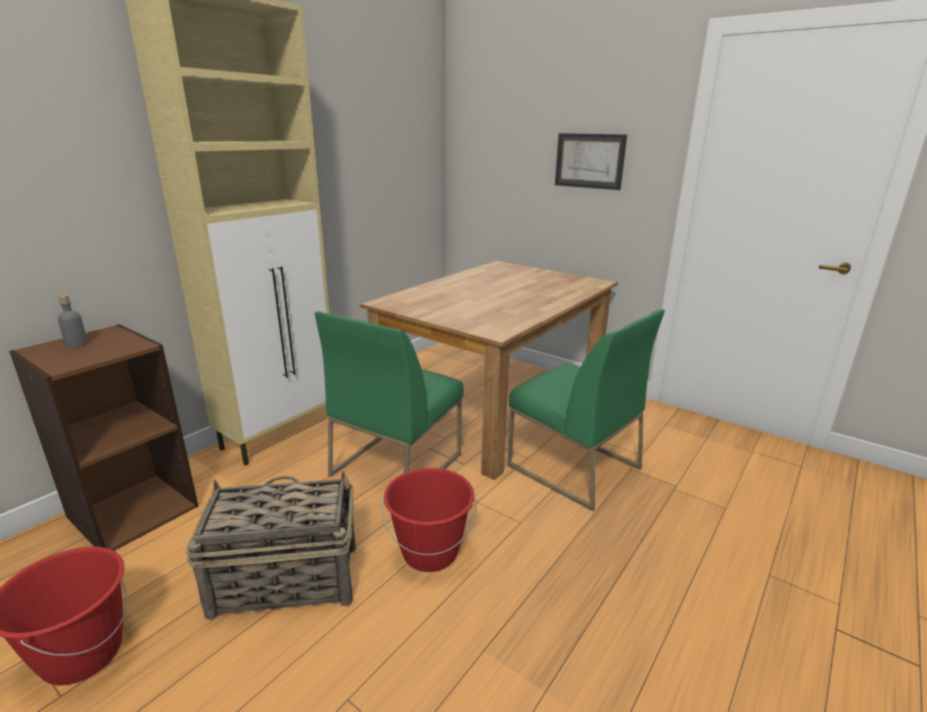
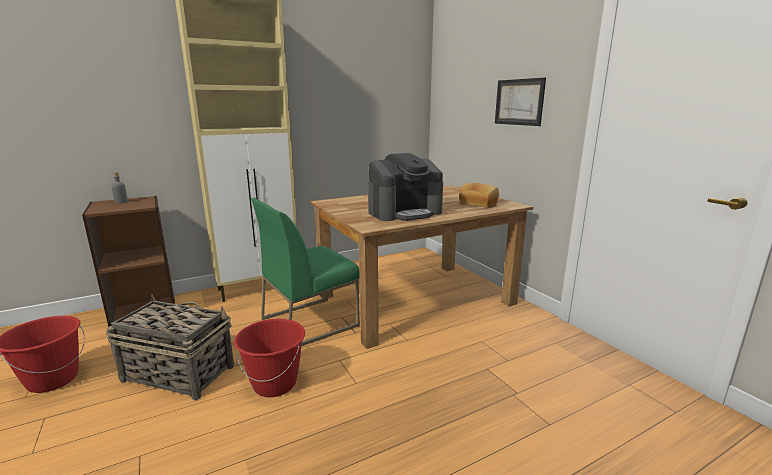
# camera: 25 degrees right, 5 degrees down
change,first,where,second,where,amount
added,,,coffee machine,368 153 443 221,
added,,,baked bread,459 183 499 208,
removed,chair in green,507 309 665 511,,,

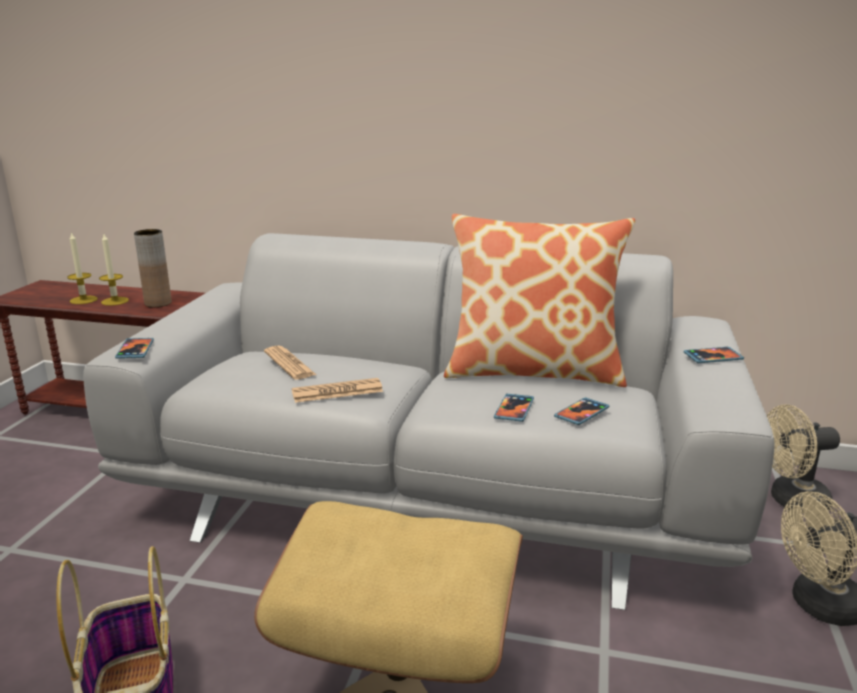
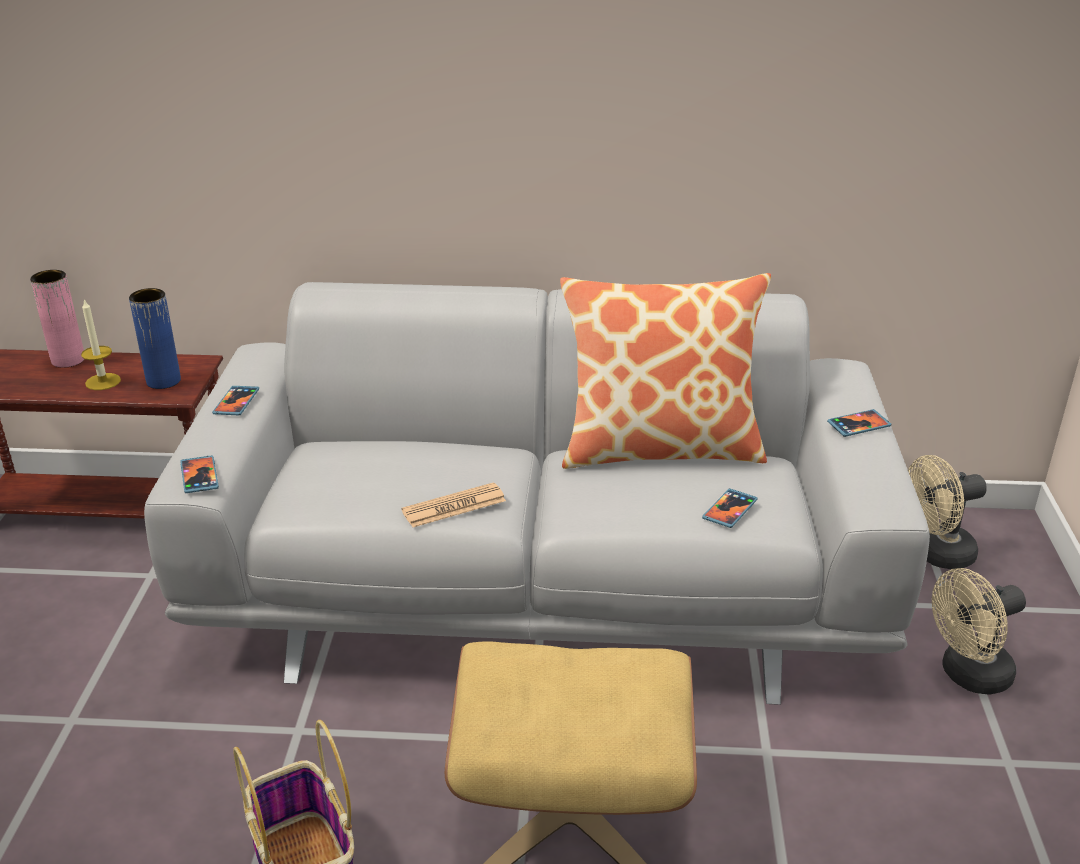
# camera: 10 degrees left, 10 degrees up
change,first,where,second,where,amount
added,,,decorative vase in pink,30 270 85 368,
recoloured,decorative vase in brown,134 229 172 307,decorative vase in blue-coloured,129 288 181 389,
moved,telephone,494 394 534 422,,212 386 259 415,
removed,candle,67 232 98 304,,,
removed,printed paper,264 346 316 380,,,

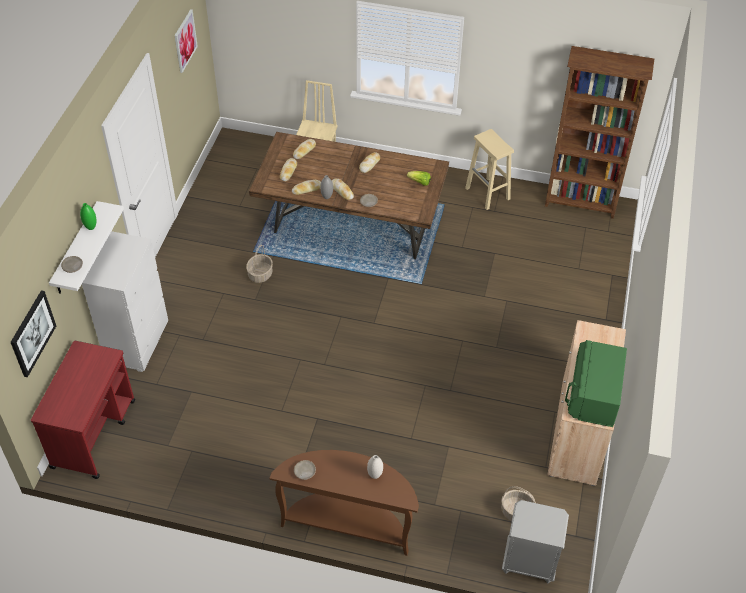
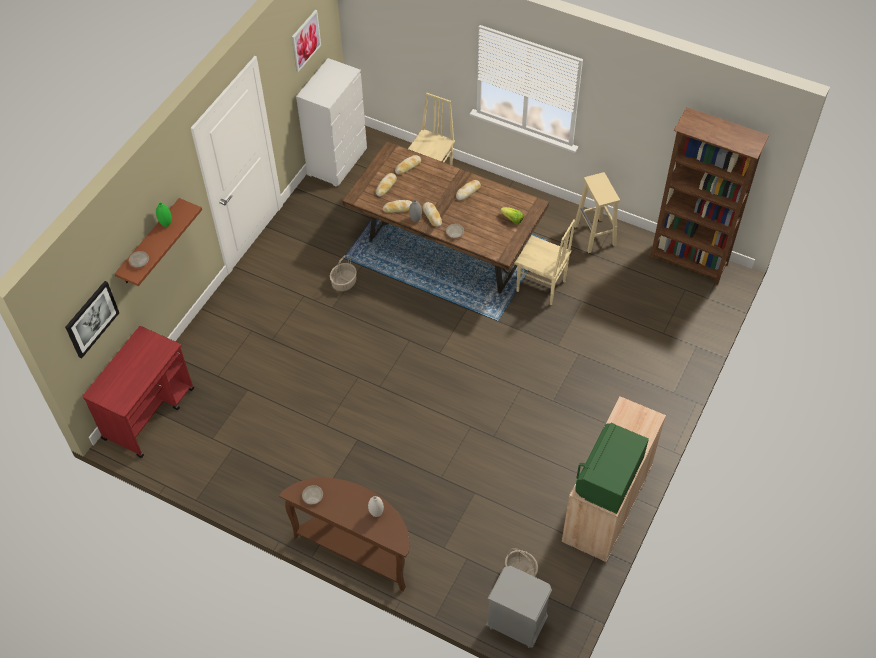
# camera: 15 degrees right, 5 degrees up
change,first,where,second,where,amount
recoloured,wall shelf in white-coloured,49 201 124 294,wall shelf in brown,114 198 202 286,
moved,dresser in white-coloured,82 231 168 372,,296 58 367 187,
added,,,chair in beige,514 219 575 305,

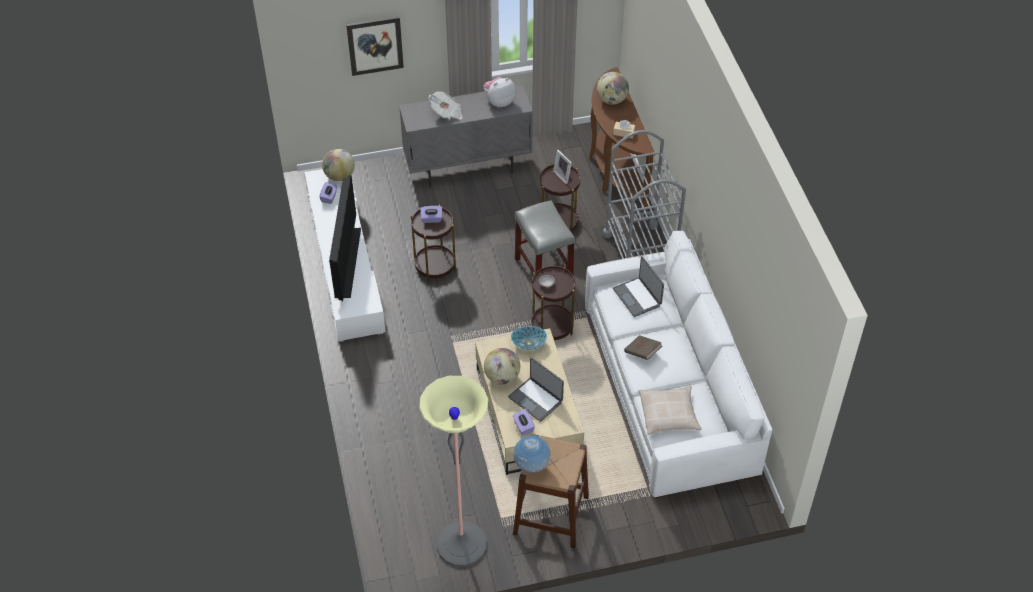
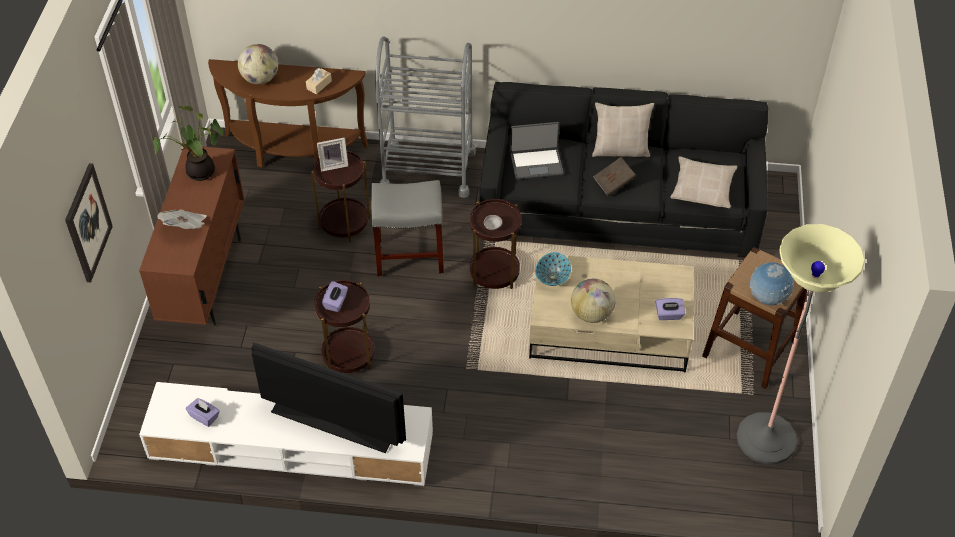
# camera: 70 degrees left, 0 degrees up
change,first,where,second,where,amount
recoloured,cupboard in greyish,399 85 533 188,cupboard in brown,139 145 244 326,
replaced,plush toy,484 77 516 108,houseplant,154 106 224 181,
recoloured,settee in white-coloured,585 231 773 498,settee in black-coloured,479 82 768 258,
added,,,cushion in beige,592 102 654 157,
removed,desk globe,322 149 355 181,,,
removed,notebook computer,508 357 564 422,,,

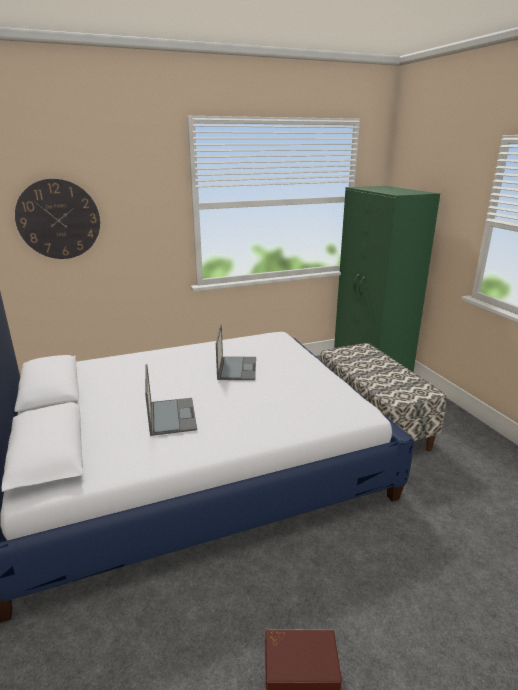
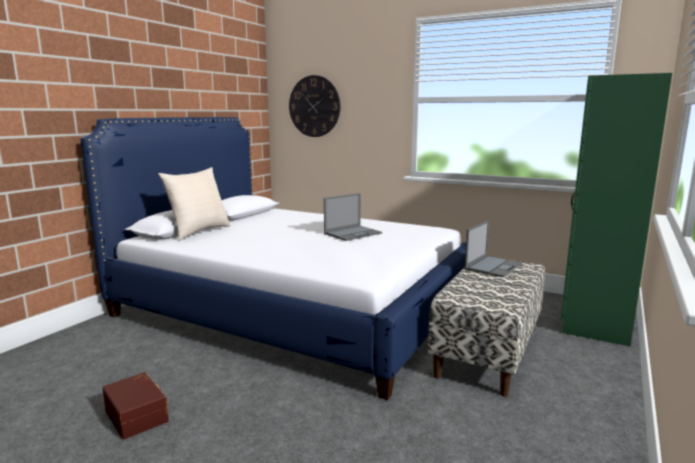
# camera: 50 degrees right, 10 degrees down
change,first,where,second,where,amount
added,,,cushion in beige,158 167 231 240,
moved,notebook computer,145 364 197 436,,465 220 522 277,

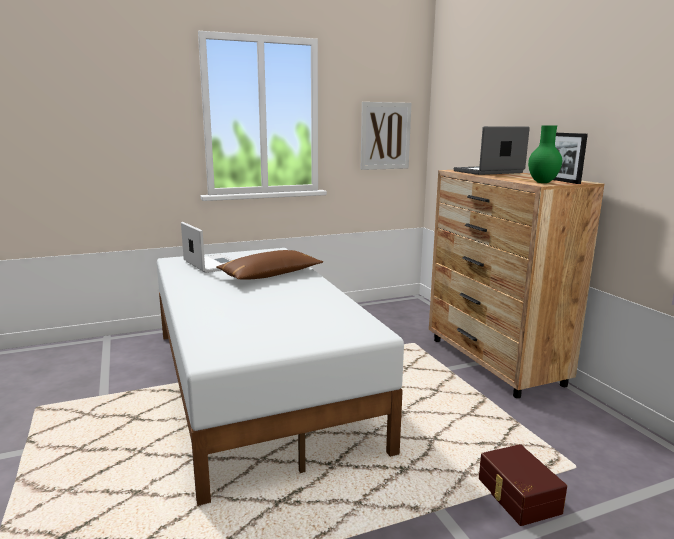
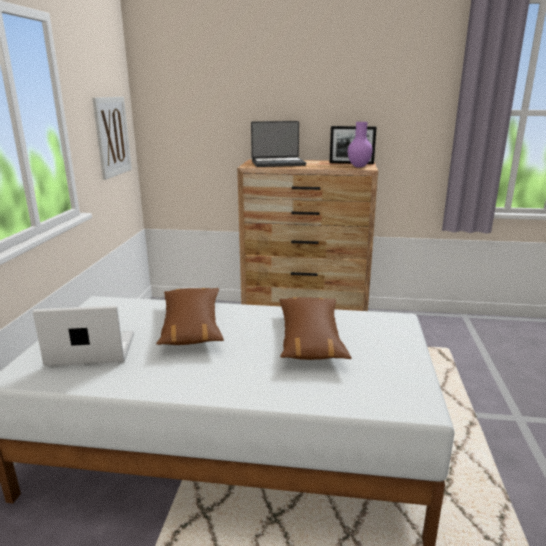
# camera: 60 degrees left, 5 degrees up
change,first,where,second,where,amount
turned,notebook computer,454 126 530 175,,251 121 306 167,105 degrees counterclockwise
added,,,cushion in brown,279 297 351 360,
recoloured,decorative vase in green,528 125 562 183,decorative vase in purple,348 122 373 168,
removed,storage container in brown,479 444 567 526,,,

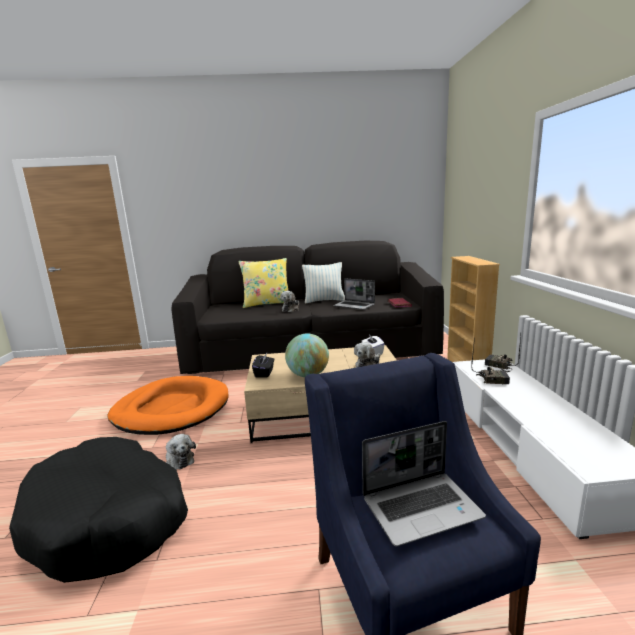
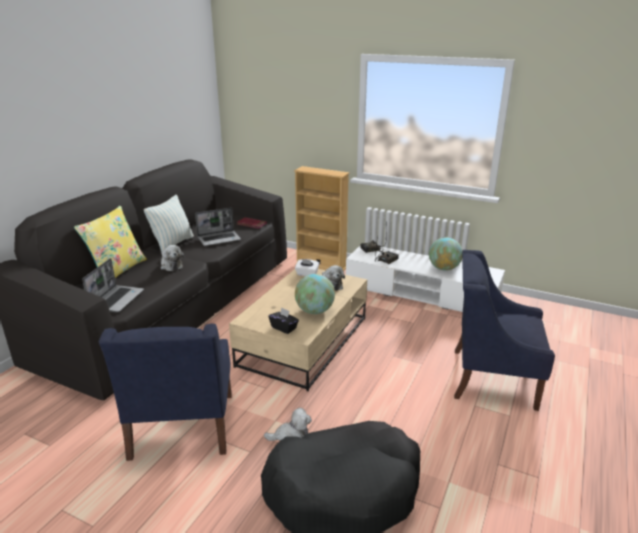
# camera: 60 degrees left, 10 degrees up
change,first,where,second,where,amount
moved,notebook computer,362 421 486 547,,82 258 144 312,
replaced,dog bed in orangey,107 376 228 435,armchair in blue-coloured,99 324 232 461,
added,,,desk globe,429 237 463 271,

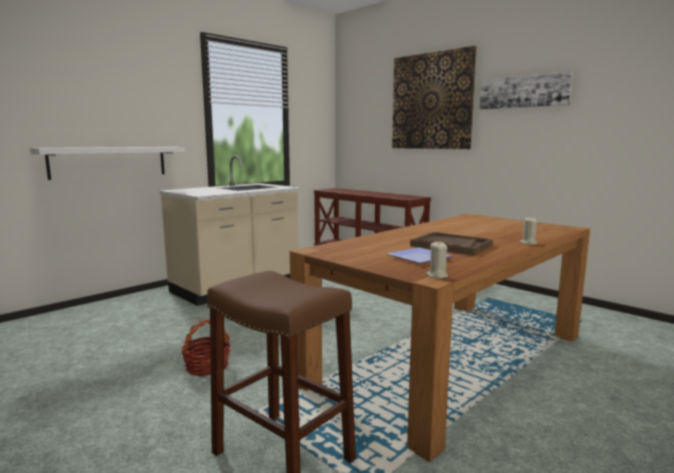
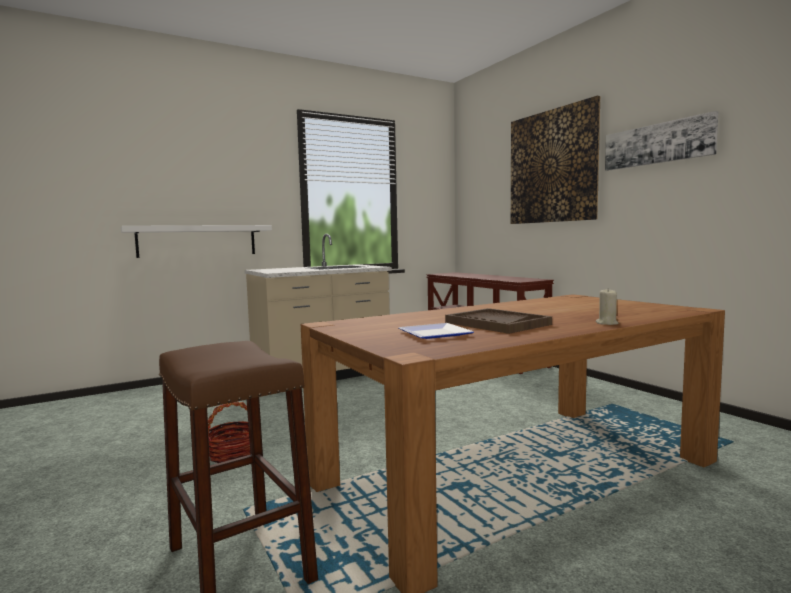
# camera: 15 degrees right, 5 degrees down
change,first,where,second,where,amount
removed,candle in beige,426 242 448 279,,,

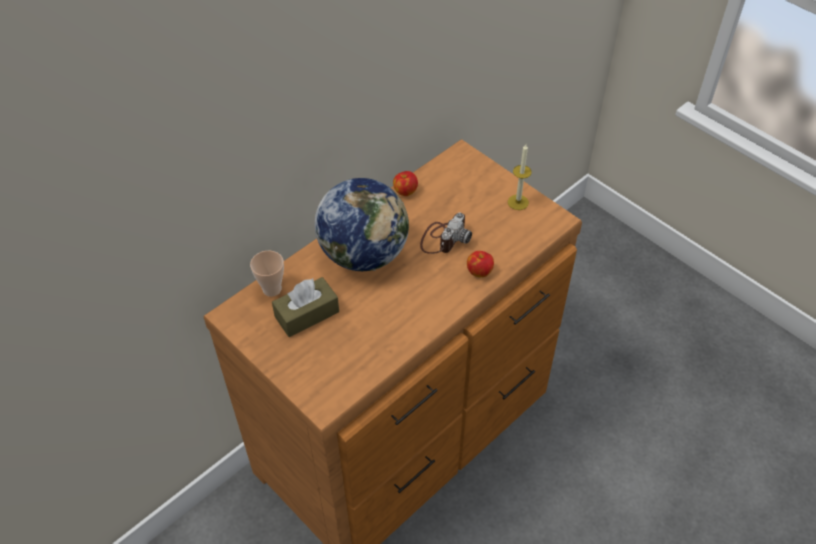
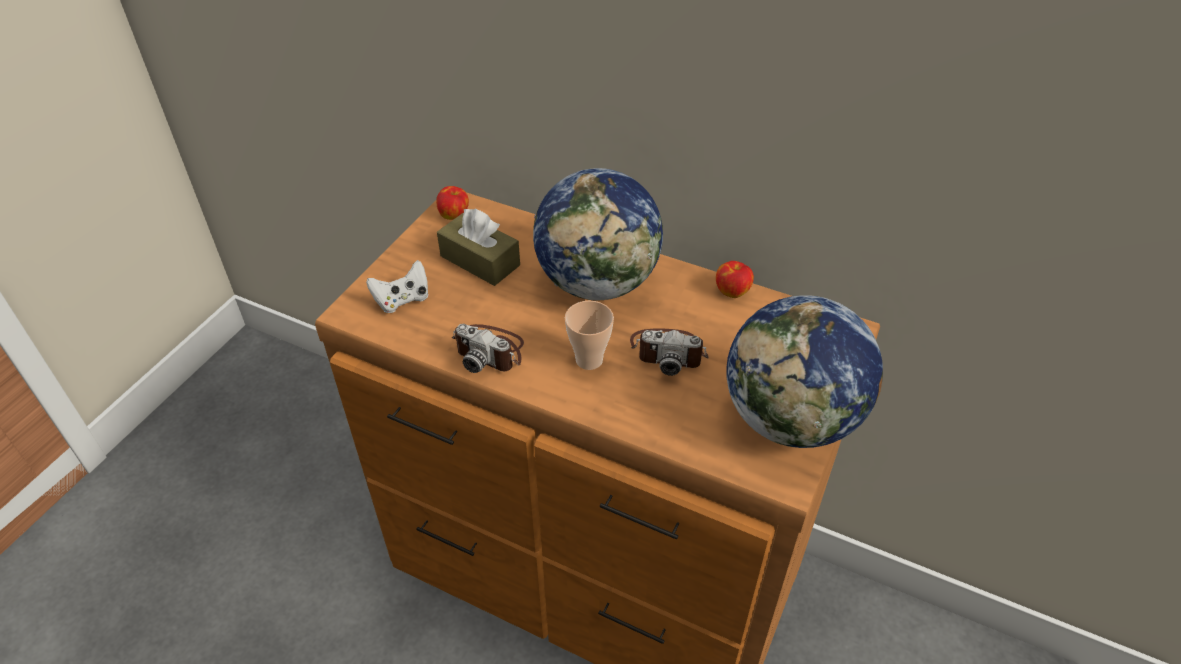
# camera: 70 degrees right, 5 degrees down
change,first,where,second,where,amount
added,,,gamepad in white-coloured,366 260 428 313,
moved,apple,467 251 494 278,,436 186 469 220,
added,,,photo camera,451 324 524 373,
moved,small cup,250 251 284 297,,565 301 614 370,
replaced,candle,508 144 532 210,desk globe,726 295 883 448,

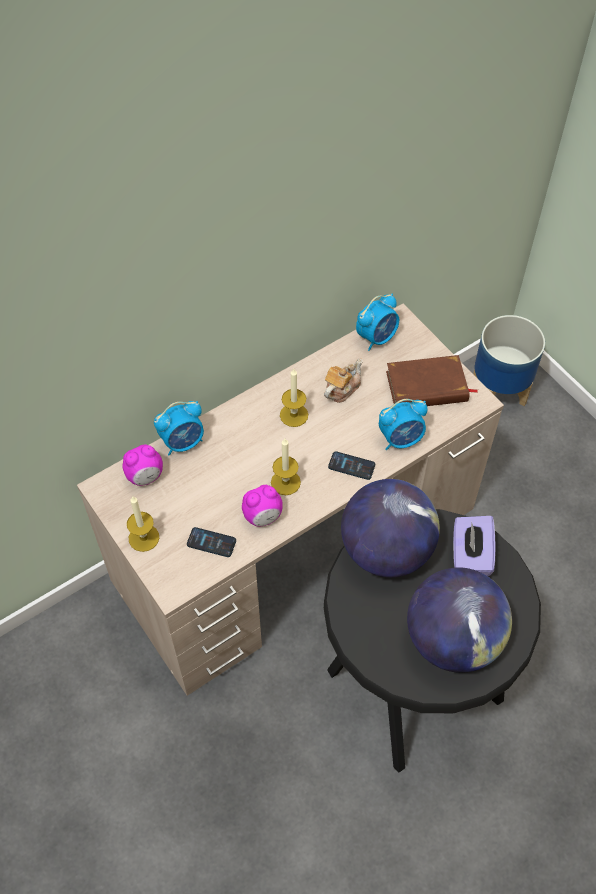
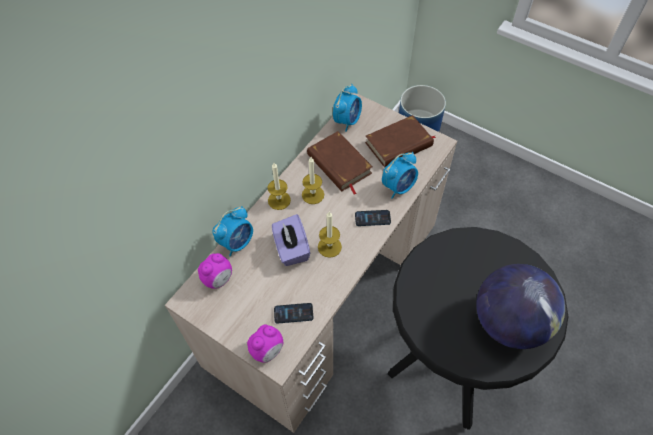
# camera: 20 degrees left, 0 degrees up
change,first,where,second,where,amount
moved,table clock,242 485 283 526,,247 324 283 362,
moved,candle,127 497 159 552,,268 163 291 210,
moved,box of tissues in purple,453 516 495 577,,272 214 310 266,
replaced,tea pot,324 359 363 403,bound book in brown,307 131 373 195,
removed,desk globe,341 479 440 577,,,

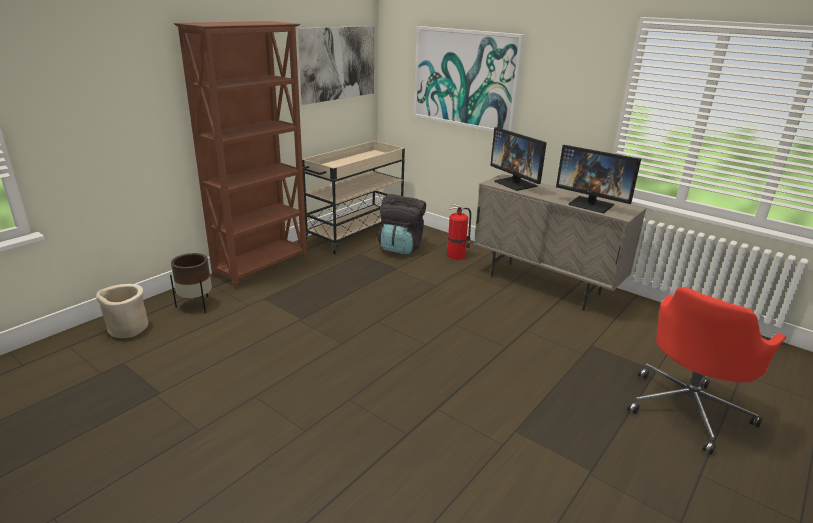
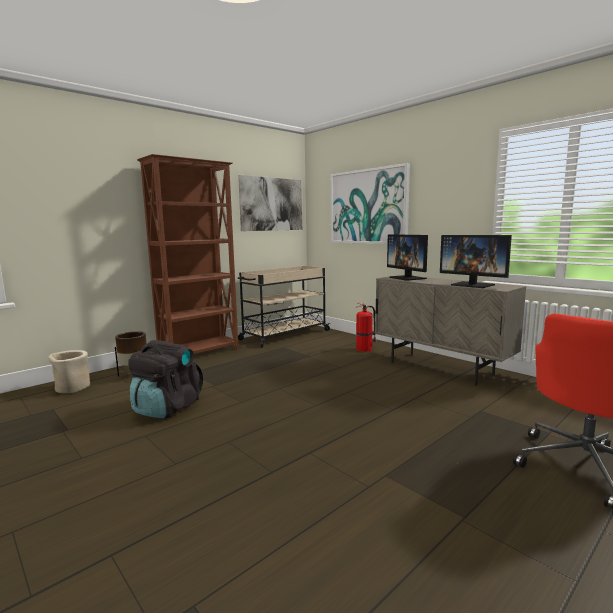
# camera: 10 degrees right, 15 degrees down
change,first,where,second,where,amount
moved,backpack in black-coloured,377 194 426 254,,128 340 203 419,

